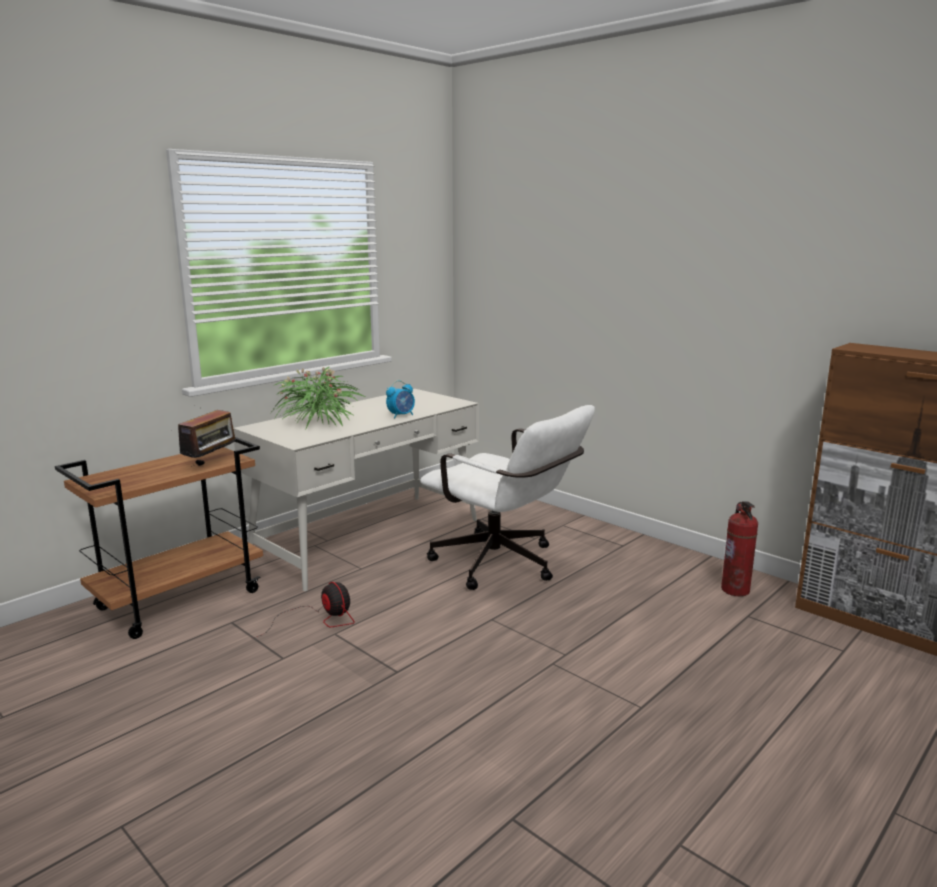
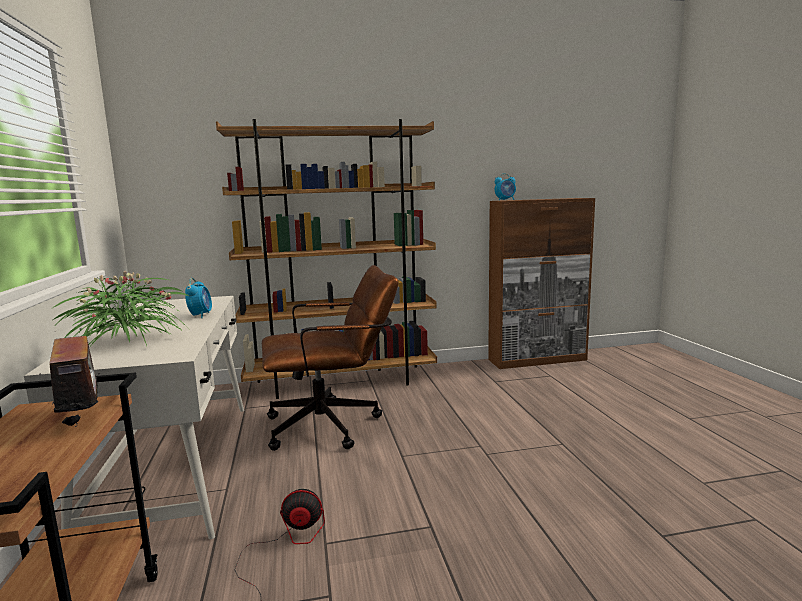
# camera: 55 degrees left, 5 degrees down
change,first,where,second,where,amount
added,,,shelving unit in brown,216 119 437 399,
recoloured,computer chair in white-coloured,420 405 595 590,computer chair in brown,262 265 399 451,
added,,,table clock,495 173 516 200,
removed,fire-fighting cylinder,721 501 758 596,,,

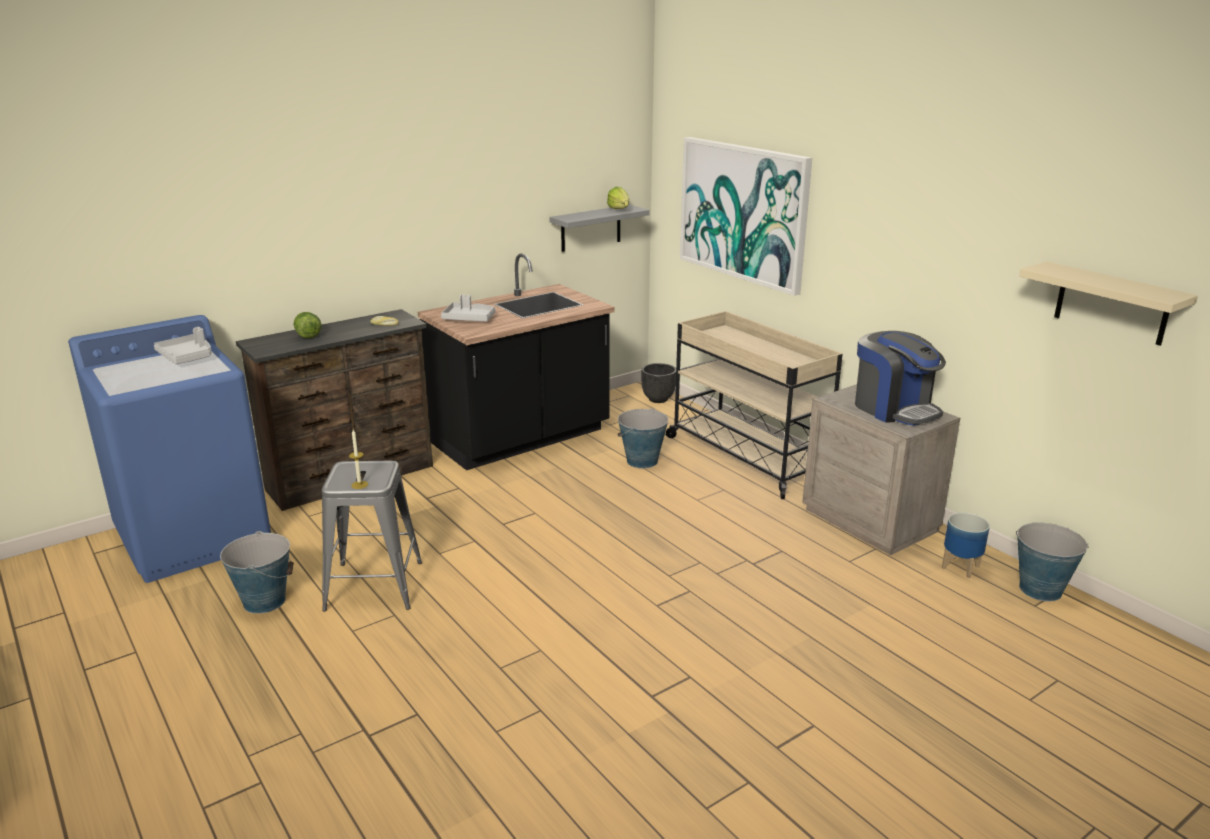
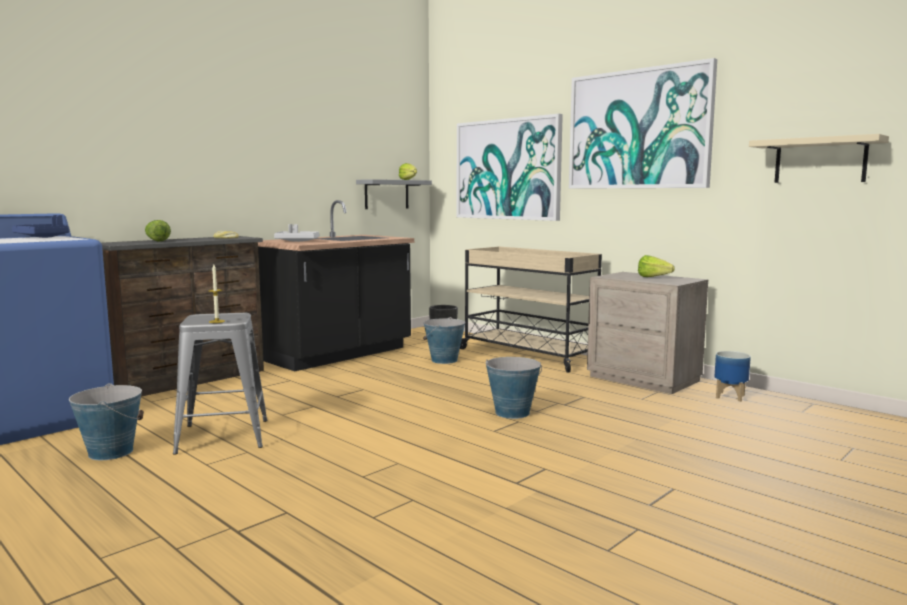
# camera: 10 degrees left, 15 degrees down
change,first,where,second,where,amount
recoloured,tray in greyish,154 327 211 364,tray in blue-coloured,12 215 70 238,
moved,water bucket,1016 522 1089 601,,486 357 542 419,
added,,,wall art,569 58 717 189,
replaced,coffee machine,855 331 946 426,lettuce head,638 255 675 277,

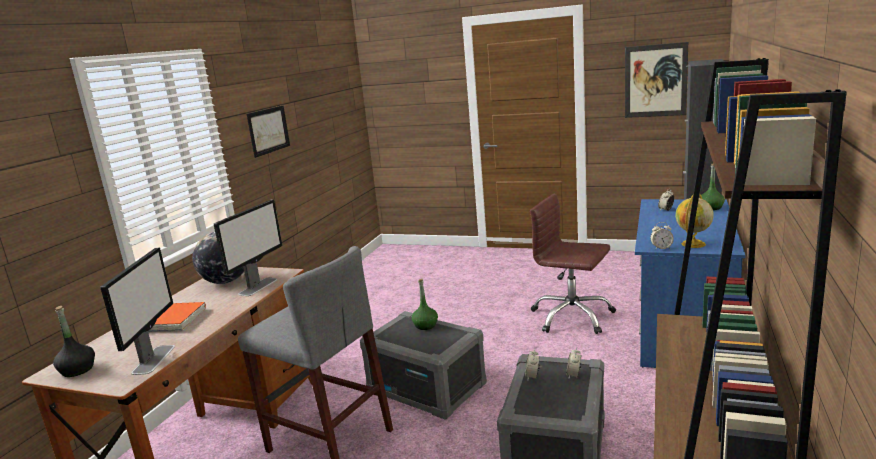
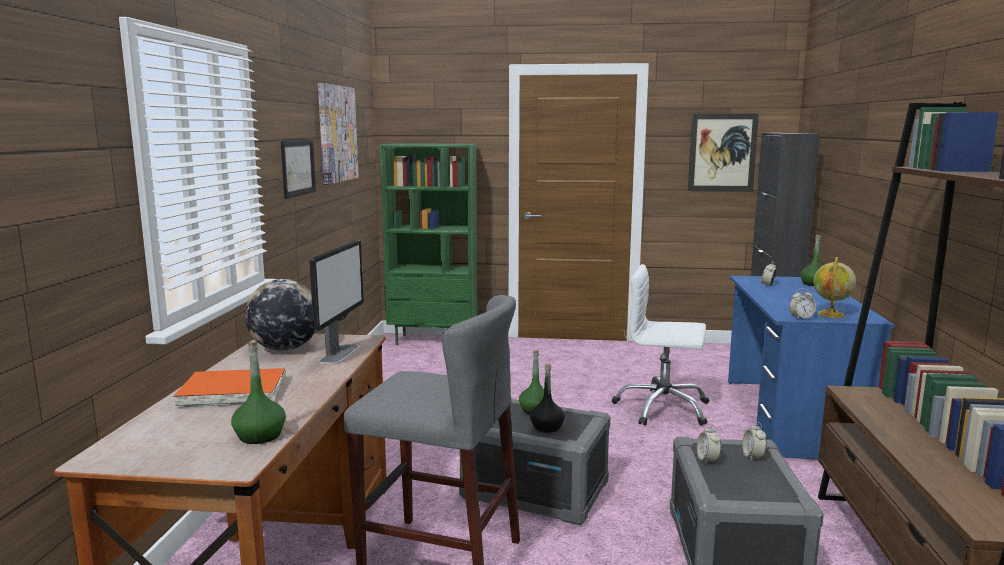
# camera: 15 degrees left, 5 degrees down
change,first,where,second,where,amount
replaced,monitor,100 247 175 375,bottle in green,231 342 286 444,
added,,,wall art,318 83 359 185,
added,,,shelving unit in green,380 144 477 345,
moved,bottle in black-coloured,53 306 95 377,,530 363 565 433,
recoloured,computer chair in brown,530 194 616 334,computer chair in white-coloured,612 264 709 426,

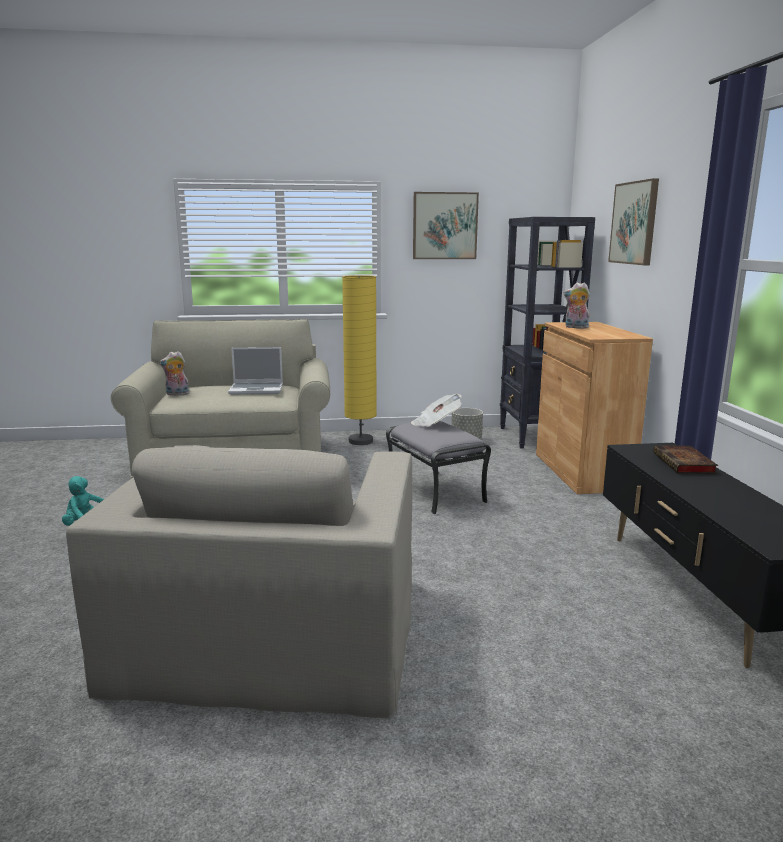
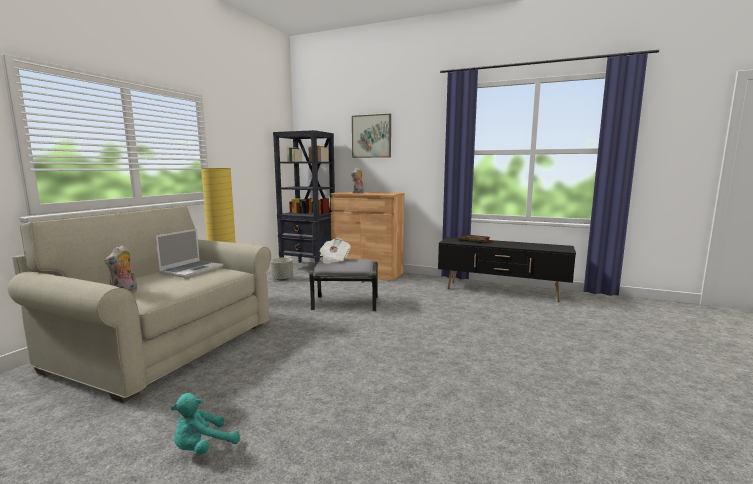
# camera: 60 degrees left, 5 degrees down
change,first,where,second,where,amount
removed,armchair in beige,66 445 412 718,,,
removed,wall art,413 192 479 259,,,

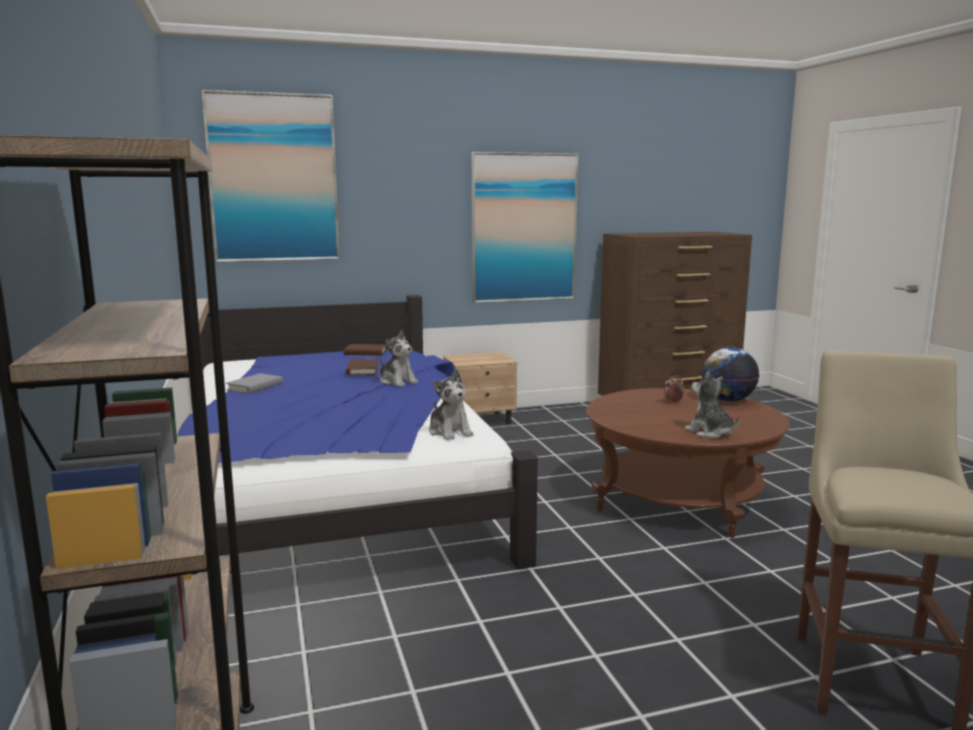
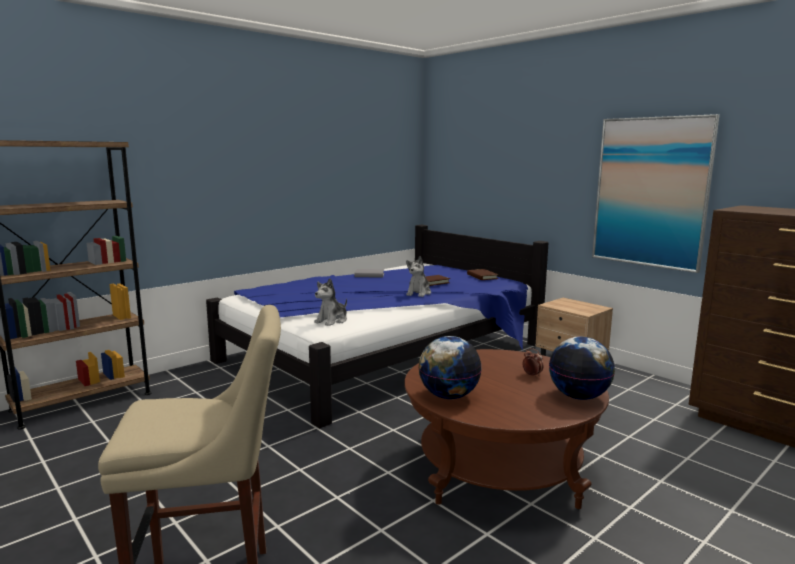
# camera: 65 degrees right, 0 degrees up
change,first,where,second,where,amount
replaced,plush toy,685 371 740 438,desk globe,418 336 481 399,
removed,wall art,201 90 340 262,,,

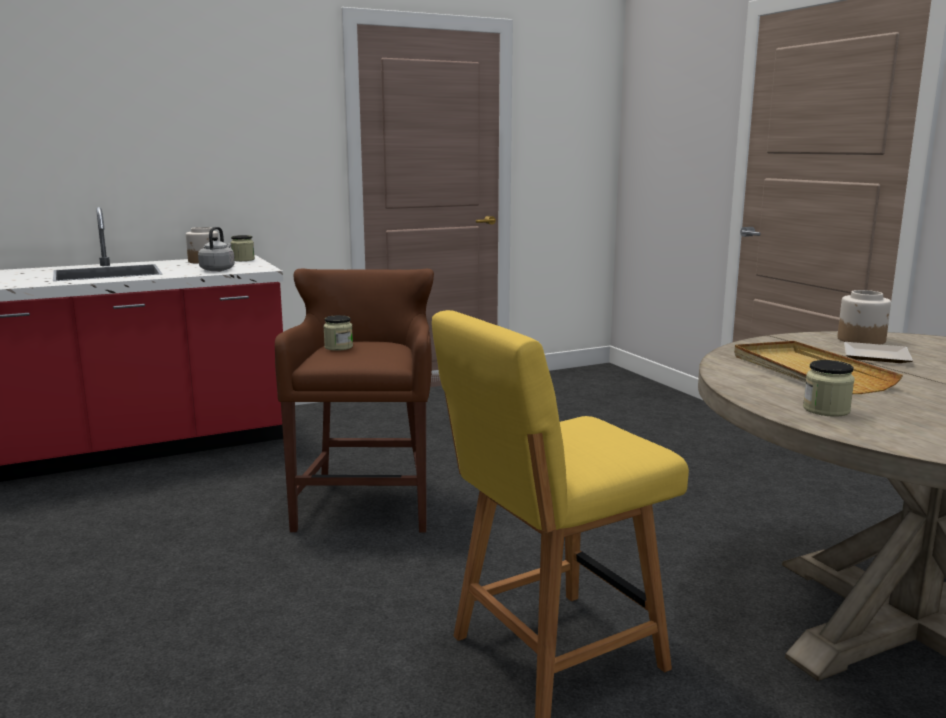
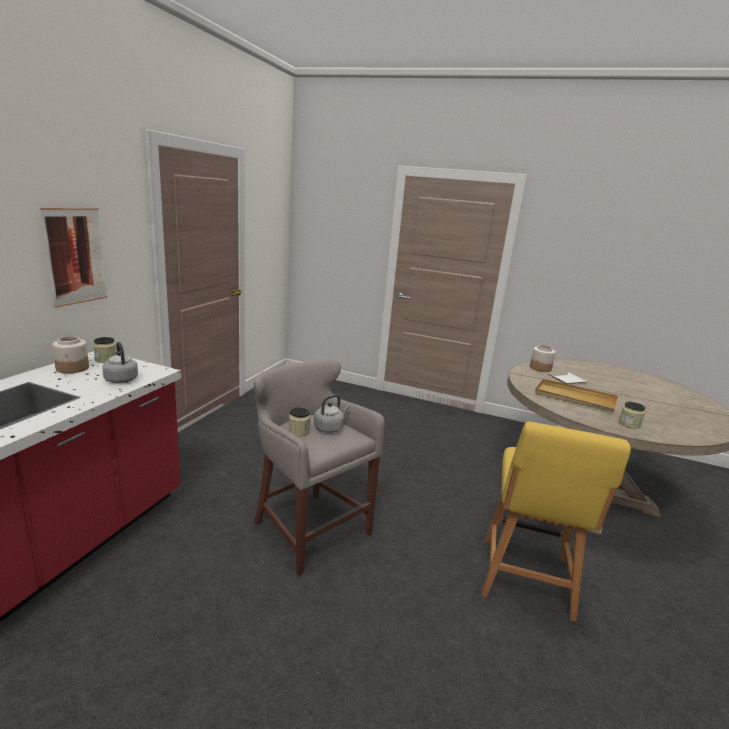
# camera: 45 degrees left, 5 degrees up
change,first,where,second,where,amount
added,,,wall art,40 208 108 308,
recoloured,stool seat in brown,275 269 434 532,stool seat in greyish,254 360 385 576,
added,,,water kettle in greyish,314 395 349 433,

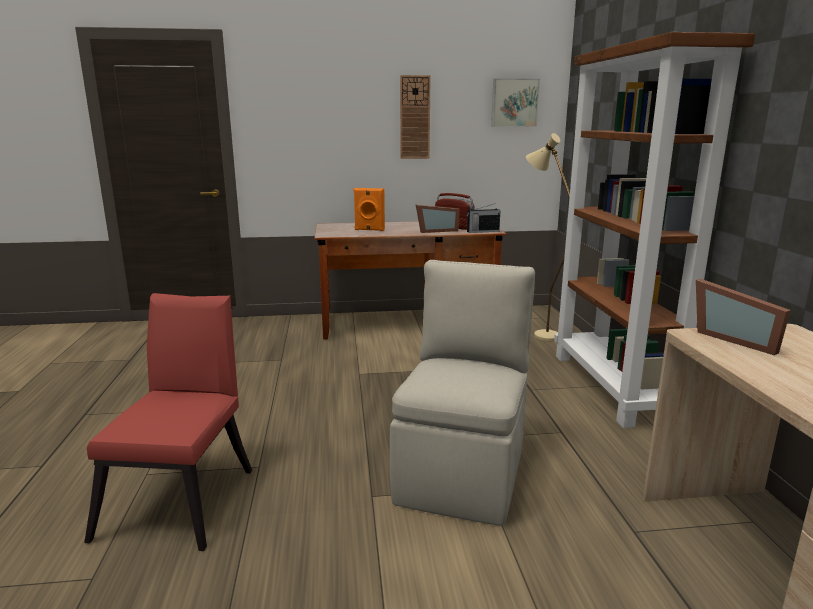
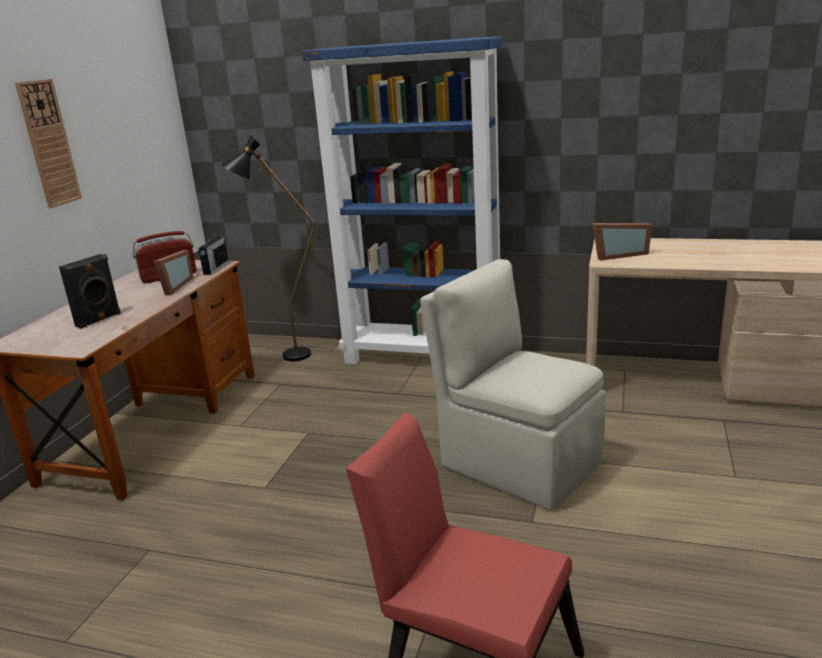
# camera: 65 degrees left, 5 degrees up
change,first,where,second,where,amount
recoloured,speaker in orangey,354 188 385 231,speaker in black-coloured,59 254 121 329,
recoloured,standing lamp in beige,526 133 570 341,standing lamp in black-coloured,220 135 315 361,
recoloured,shelving unit in brown,554 32 755 428,shelving unit in blue-coloured,302 36 503 364,
removed,wall art,491 78 540 127,,,

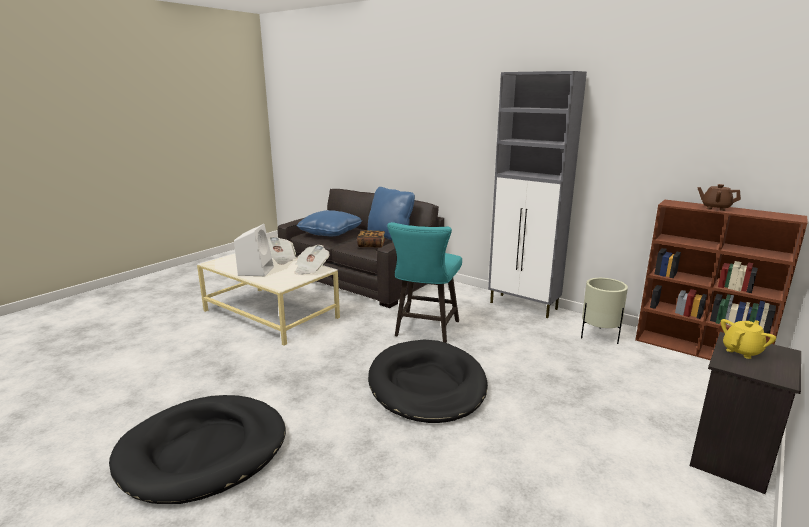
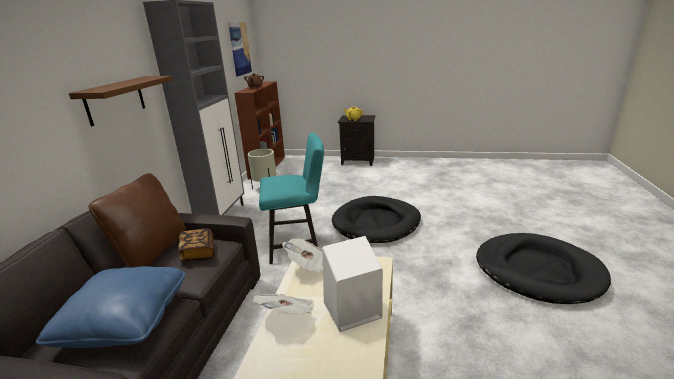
# camera: 115 degrees left, 5 degrees up
change,first,where,second,where,amount
added,,,wall shelf in brown,69 76 173 126,
recoloured,cushion in blue-coloured,368 187 415 240,cushion in brown,89 173 186 268,
added,,,wall art,228 22 252 77,

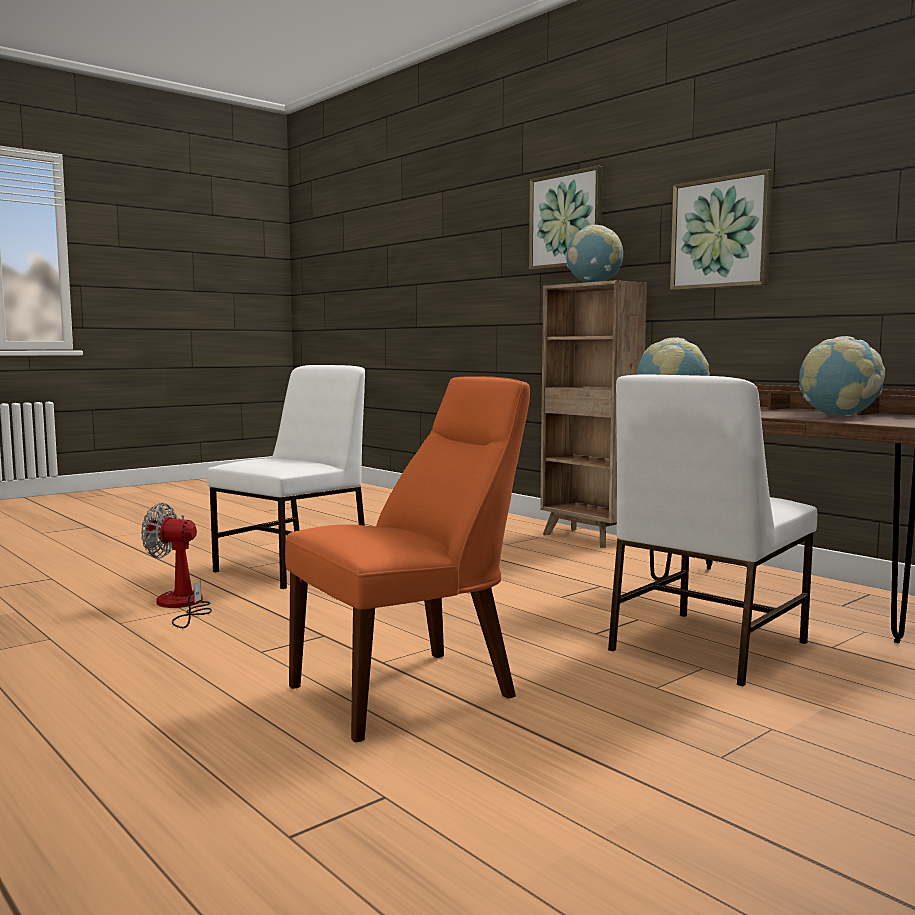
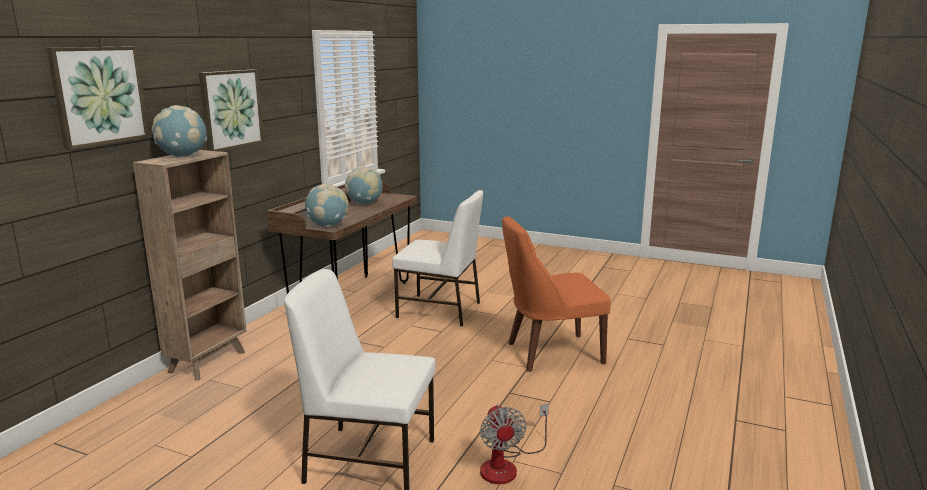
# camera: 115 degrees left, 10 degrees up
change,first,where,second,where,amount
turned,chair in orangey,285 376 530 742,,502 216 611 372,45 degrees counterclockwise

